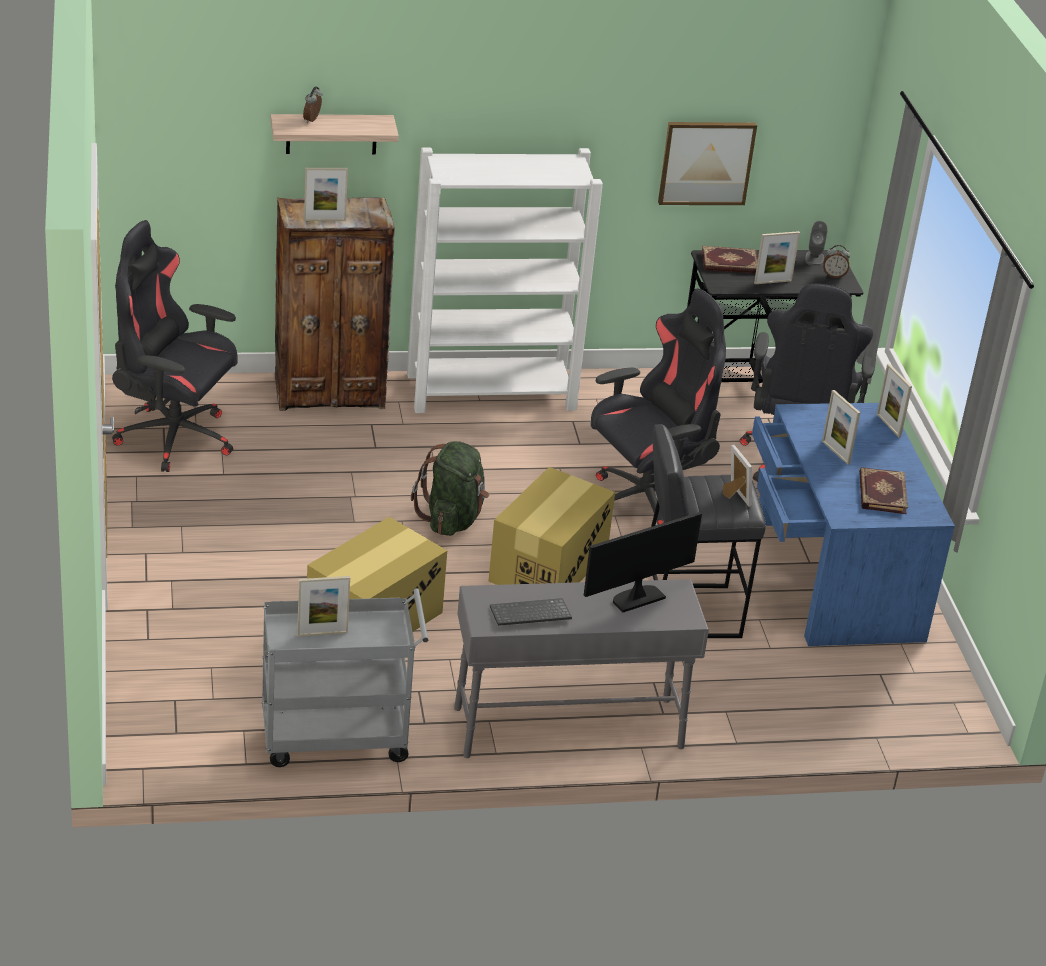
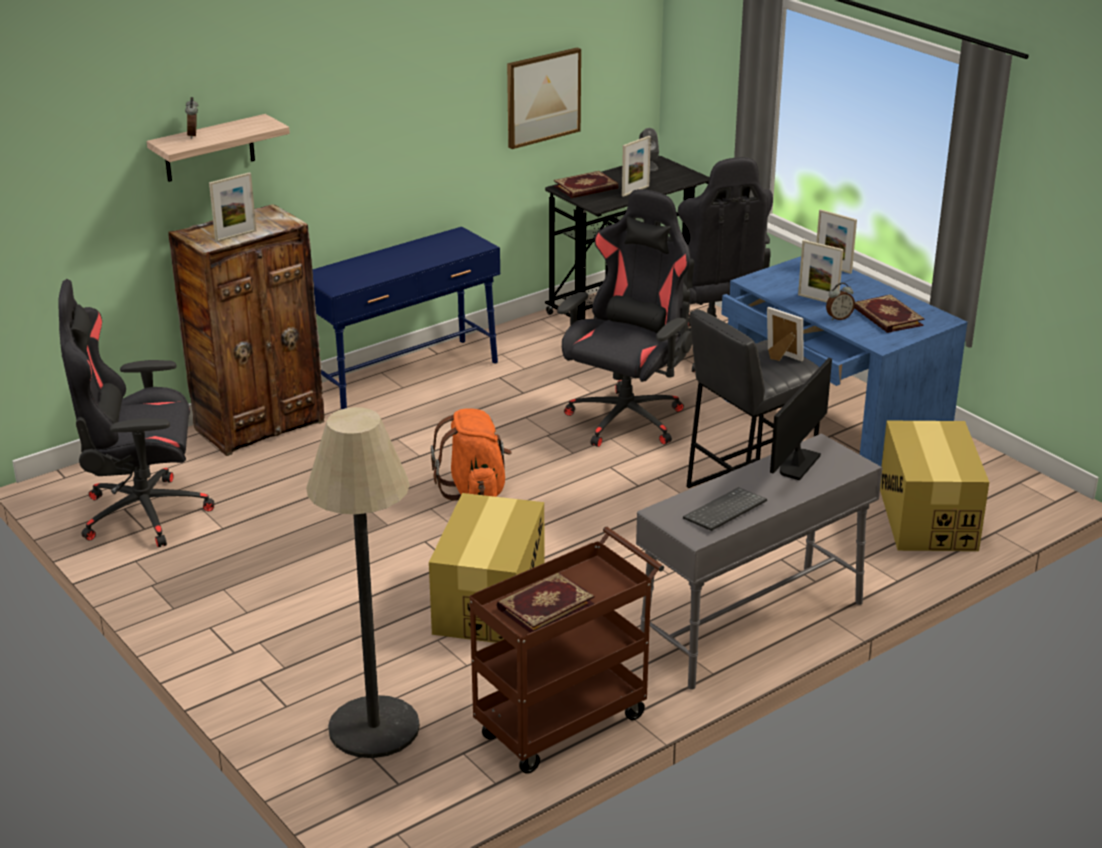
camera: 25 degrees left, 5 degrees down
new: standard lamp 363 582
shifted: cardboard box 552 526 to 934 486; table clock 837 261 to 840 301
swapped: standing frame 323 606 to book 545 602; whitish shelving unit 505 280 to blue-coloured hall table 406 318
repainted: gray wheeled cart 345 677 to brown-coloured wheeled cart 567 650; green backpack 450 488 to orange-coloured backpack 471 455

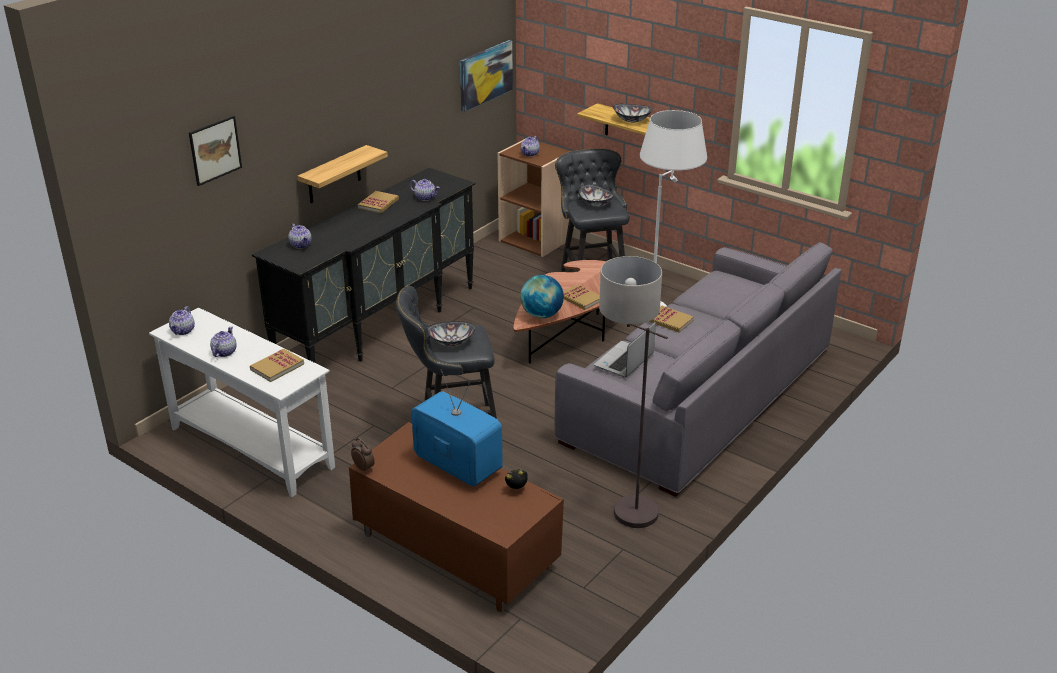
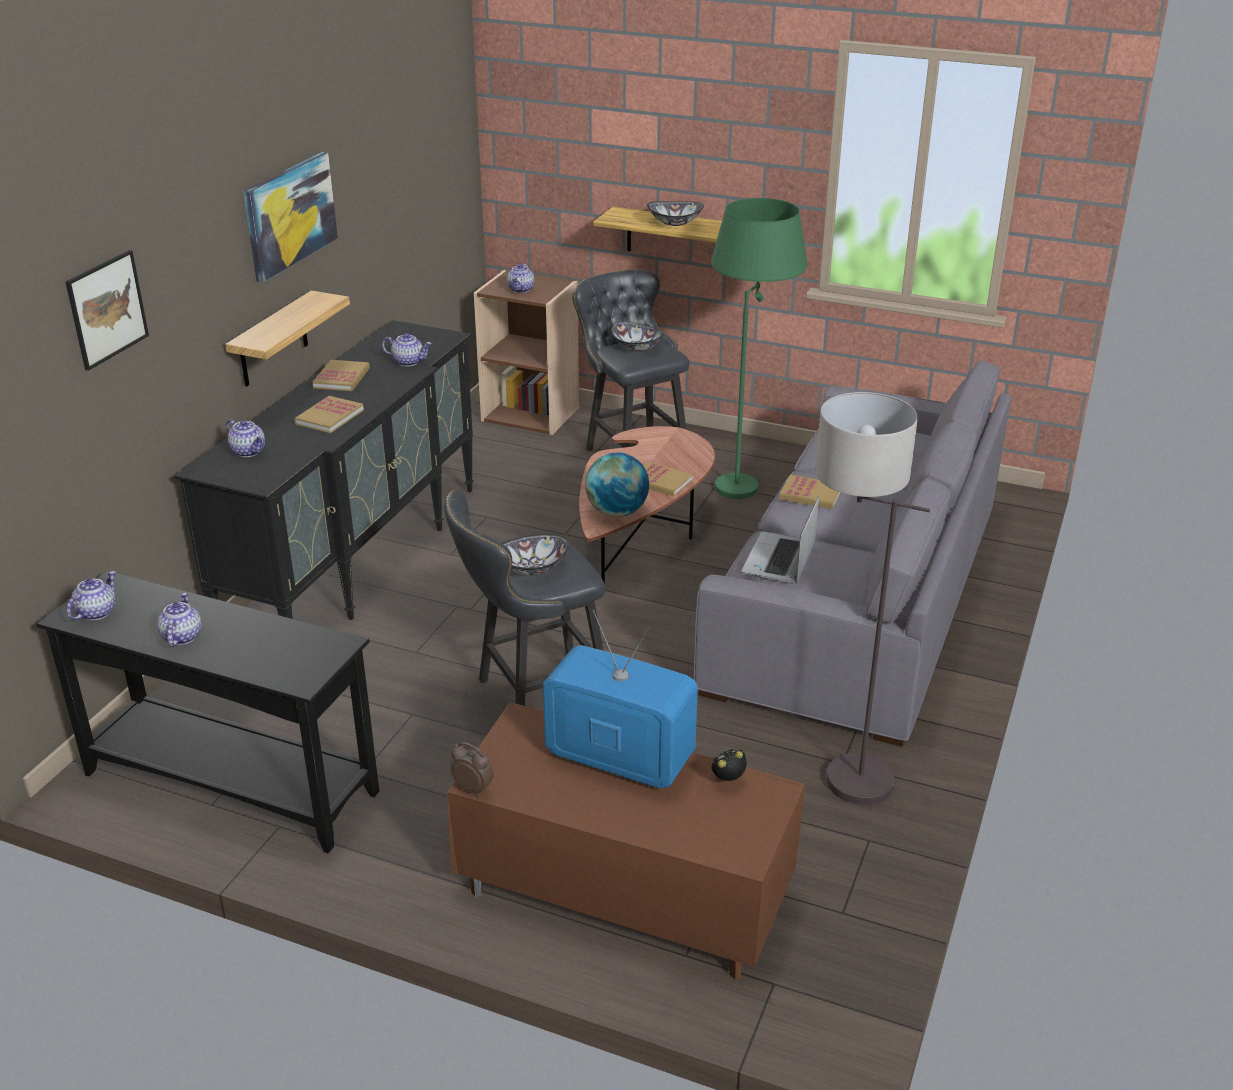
camera: 15 degrees left, 0 degrees up
shifted: book 277 365 to 329 414; wall picture 486 76 to 290 217
repainted: whitish hall table 242 402 to black-coloured hall table 208 712; whitish standard lamp 673 208 to green standard lamp 759 348
rotated: teapot 182 320 = 91 595 150 degrees counterclockwise

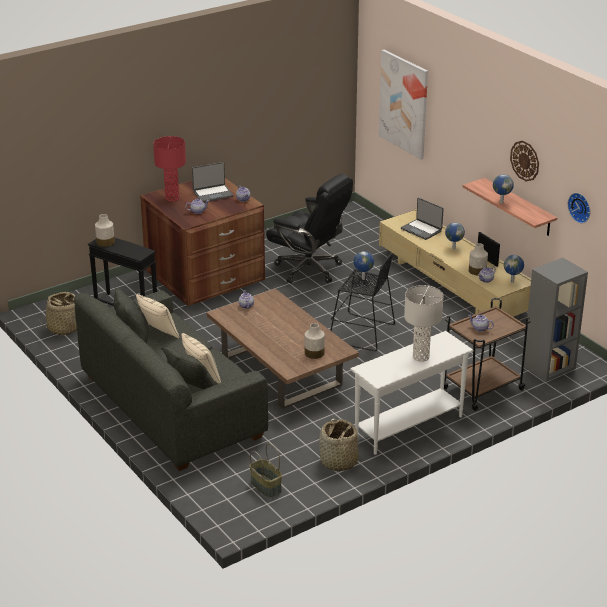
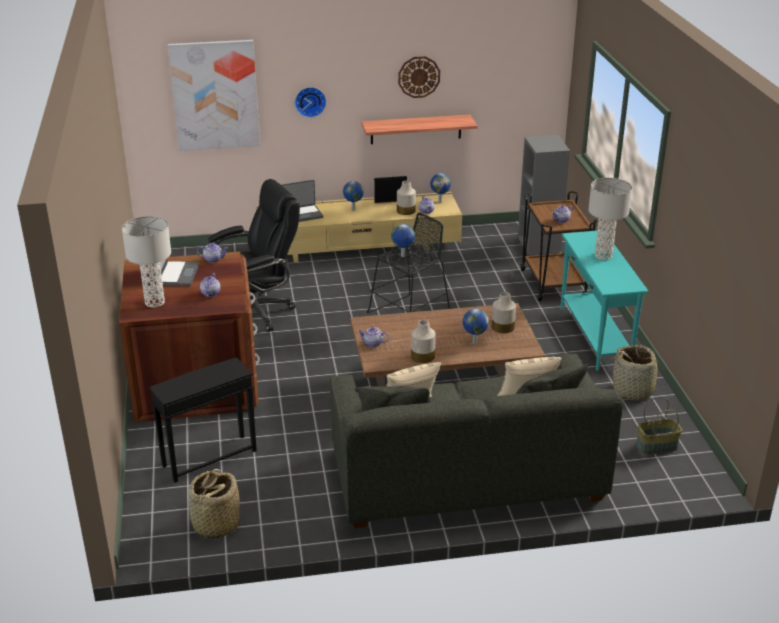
camera: 65 degrees left, 0 degrees up
shifted: beige-coloured decorative vase 105 230 to 423 341; world globe 503 188 to 476 326; hanging clock 578 208 to 310 102
repainted: red-coloured lamp for a table 169 168 to whitish lamp for a table 146 261; whitish hall table 412 393 to blue-green hall table 605 300

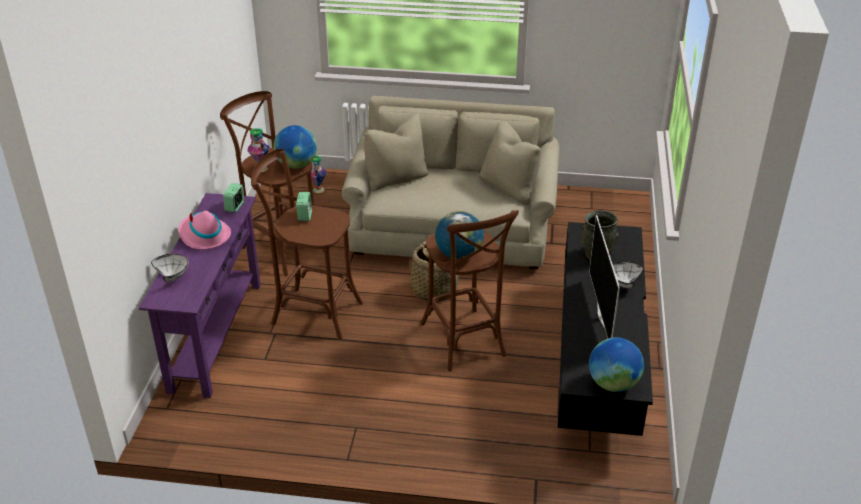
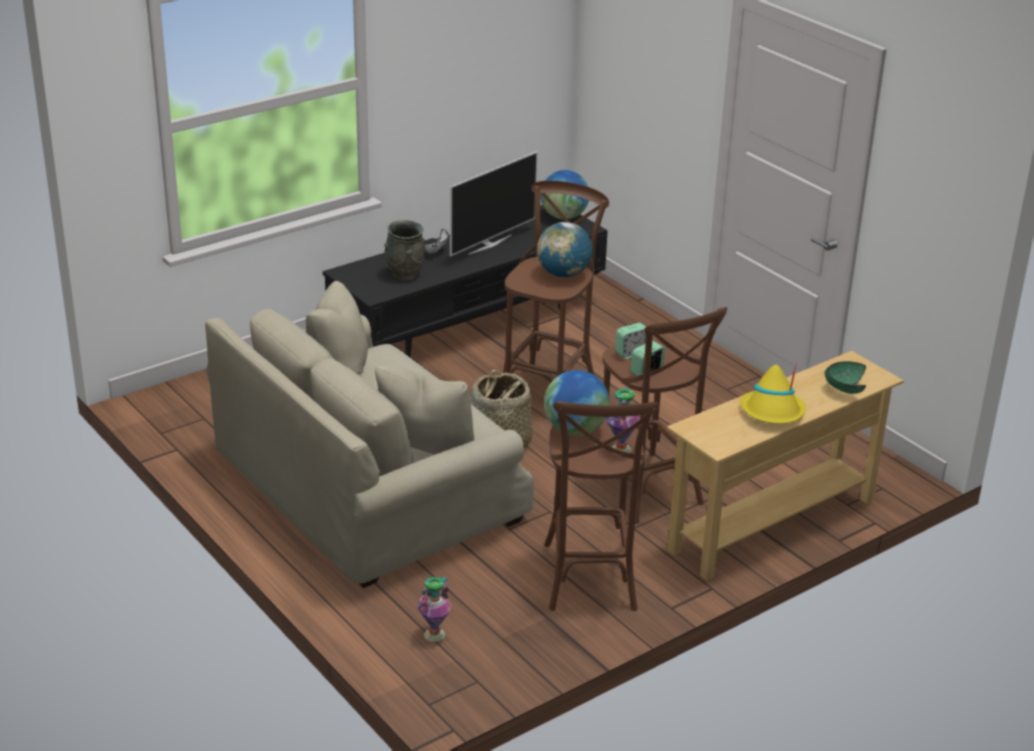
camera: 135 degrees left, 5 degrees down
shifted: table clock 233 198 to 630 341
repainted: purple-coloured hall table 200 295 to beige-coloured hall table 785 466; whitish deep dish 170 268 to green deep dish 845 377; pinkish clothing hat 204 230 to yellow clothing hat 773 393

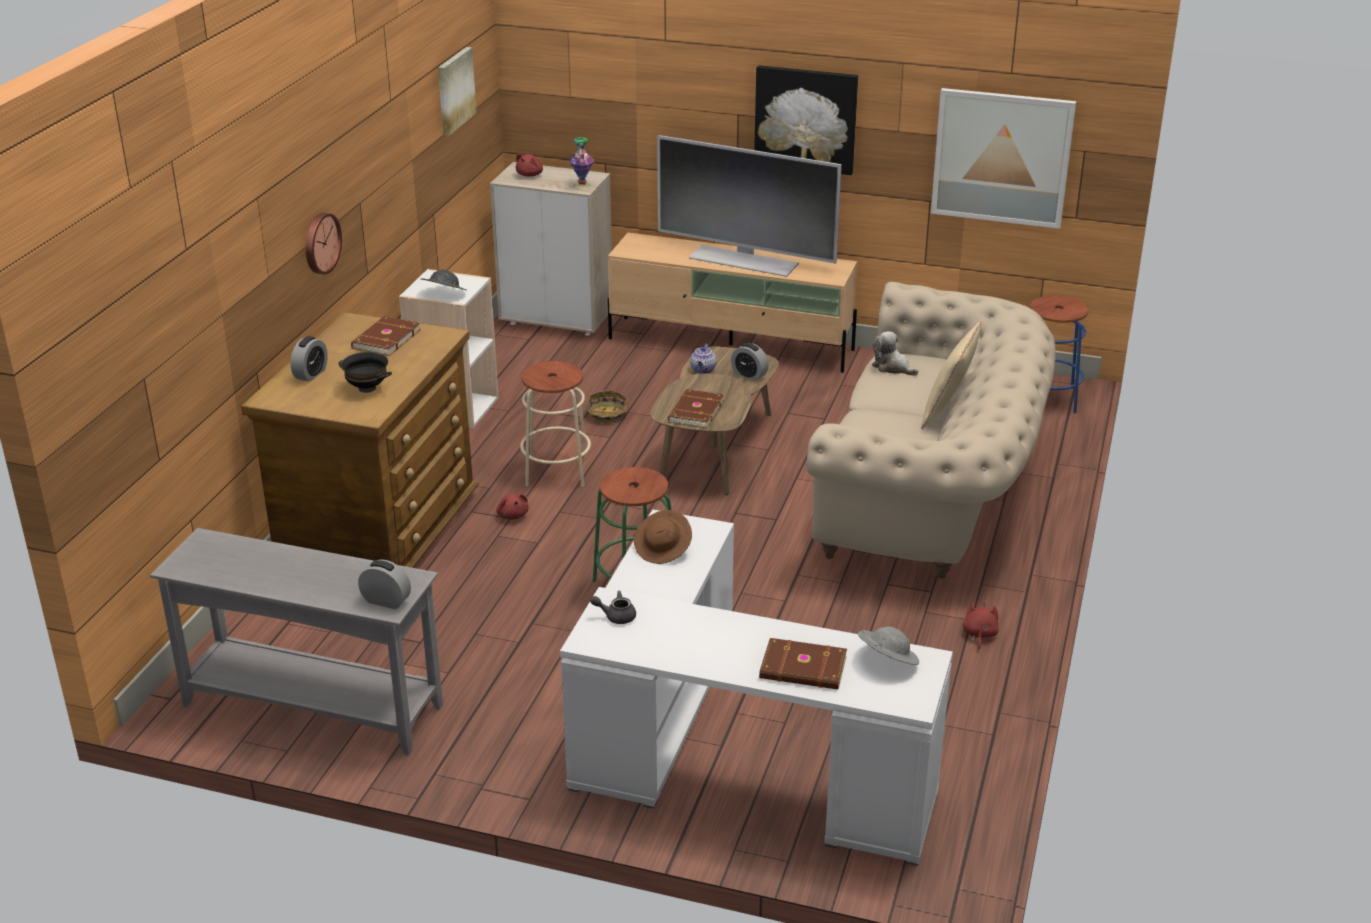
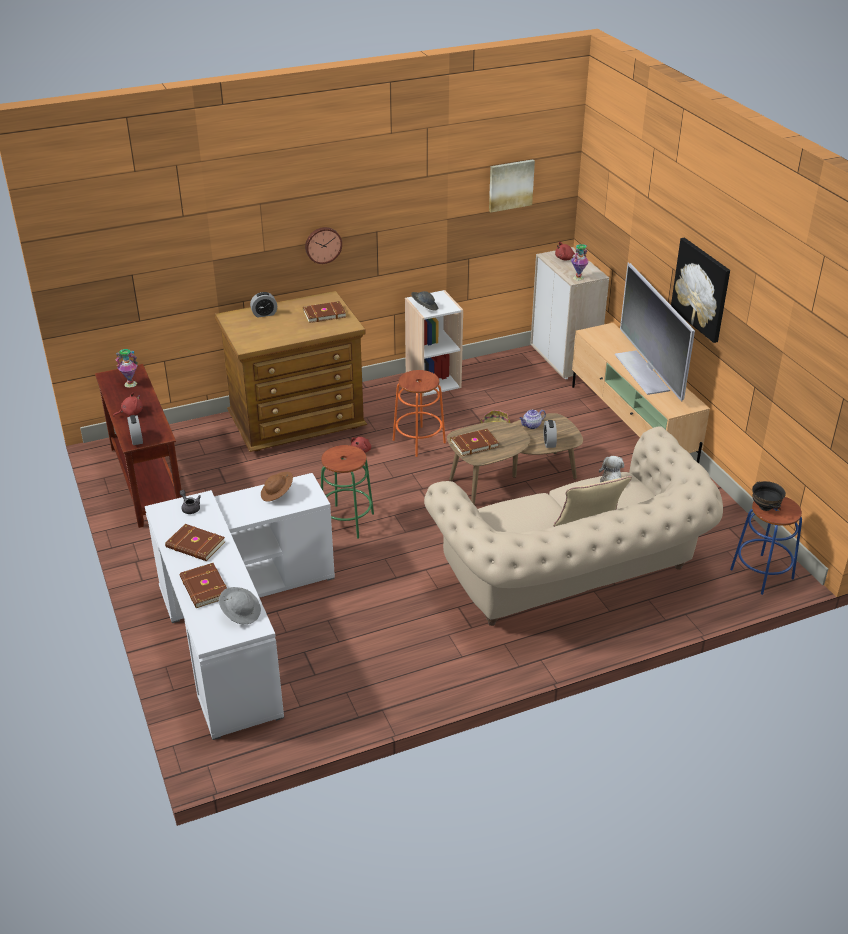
camera: 50 degrees right, 5 degrees up
gone: wall picture 1003 158
new: decorative vase 127 368; brown-coloured book 195 542
shifted: black-coloured deep dish 365 372 to 769 496; red-coloured soft toy 980 625 to 128 404
repainted: gray hall table 296 642 to brown-coloured hall table 138 446; beige-coloured sitting stool 555 423 to orange-coloured sitting stool 419 413

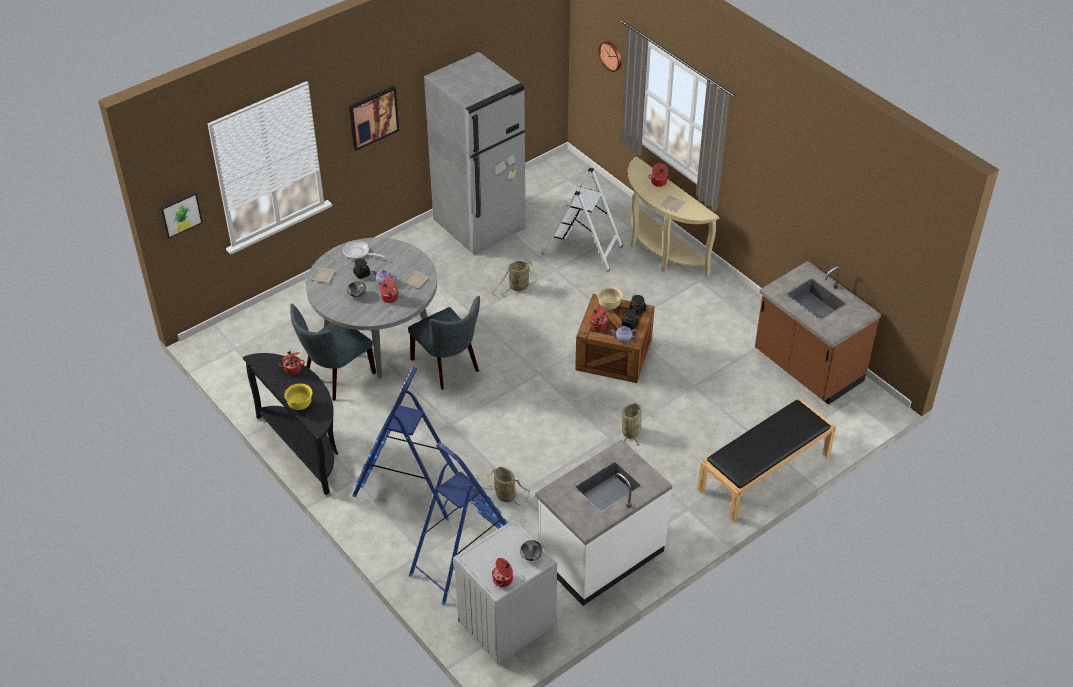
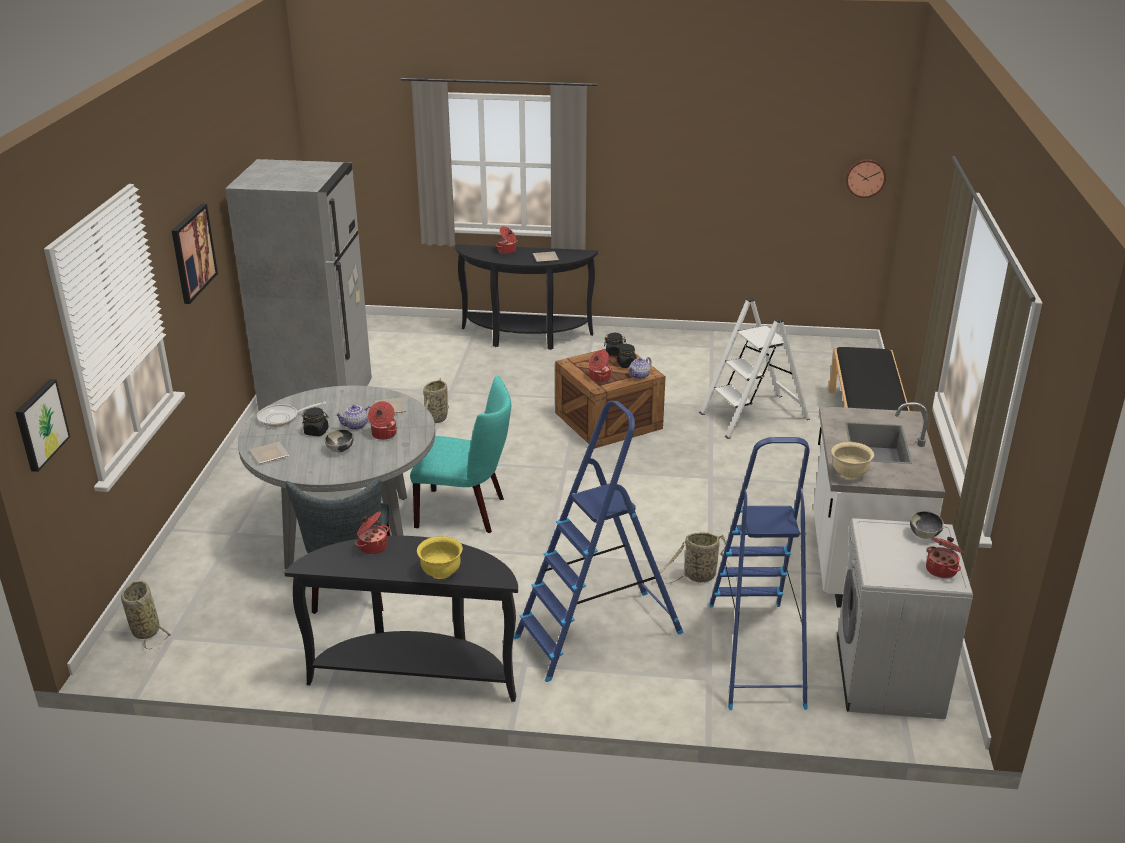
camera: 45 degrees left, 15 degrees down
gone: brown-coloured kitchen counter 818 333
shifted: whitish step stool 582 220 to 754 368; beige-coloured deep dish 609 298 to 852 460; hanging clock 610 56 to 866 178; household basket 632 425 to 146 615
repainted: gray plain chair 444 342 to blue-green plain chair 460 454; beige-coloured hall table 673 216 to black-coloured hall table 526 297

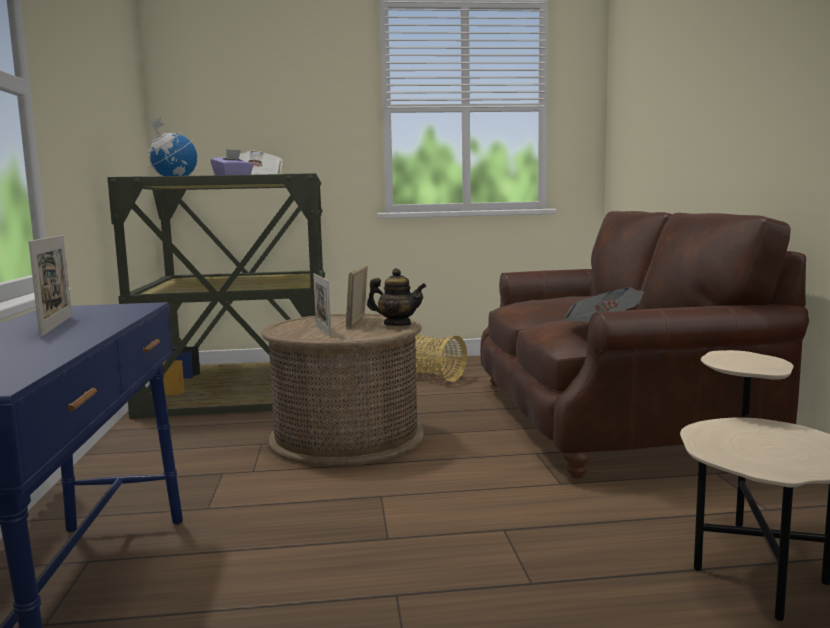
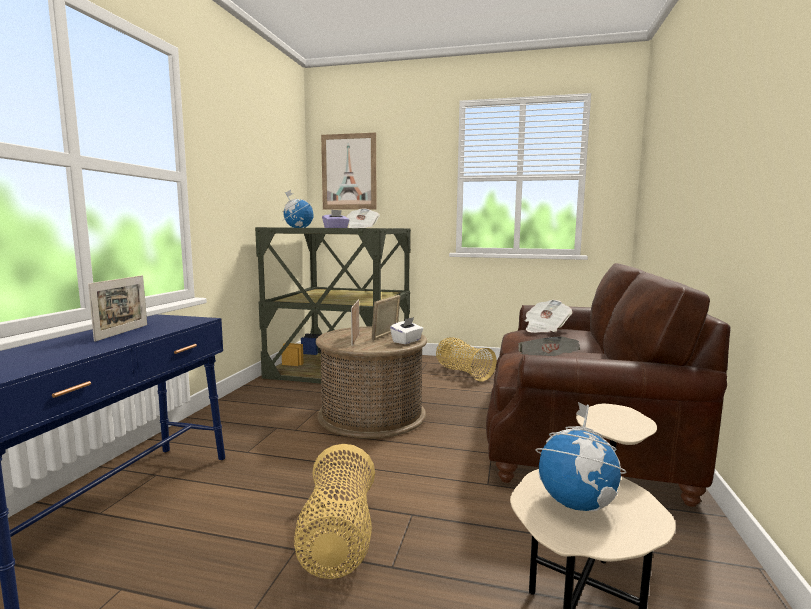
camera: 20 degrees right, 0 degrees up
new: household basket 334 511; wall picture 348 171; daily paper 548 316; world globe 581 456
swapped: teapot 397 297 to whitish tissue holder 406 330

